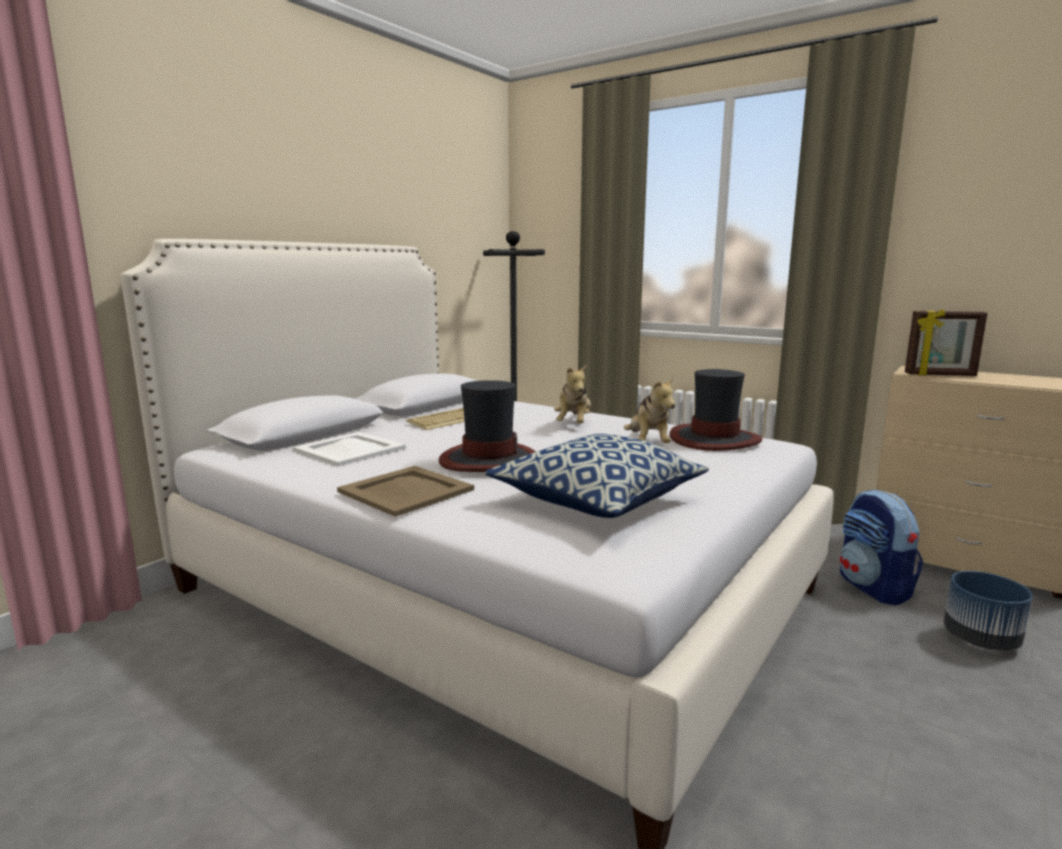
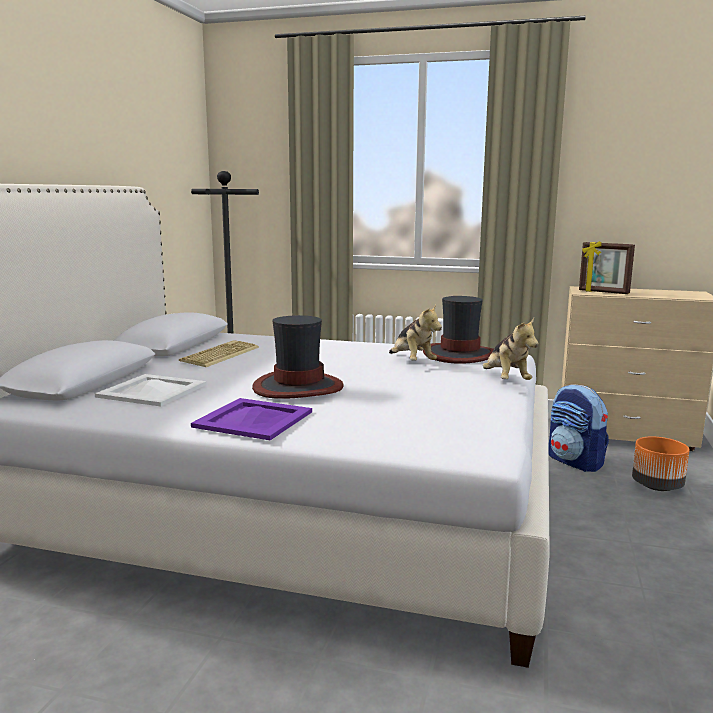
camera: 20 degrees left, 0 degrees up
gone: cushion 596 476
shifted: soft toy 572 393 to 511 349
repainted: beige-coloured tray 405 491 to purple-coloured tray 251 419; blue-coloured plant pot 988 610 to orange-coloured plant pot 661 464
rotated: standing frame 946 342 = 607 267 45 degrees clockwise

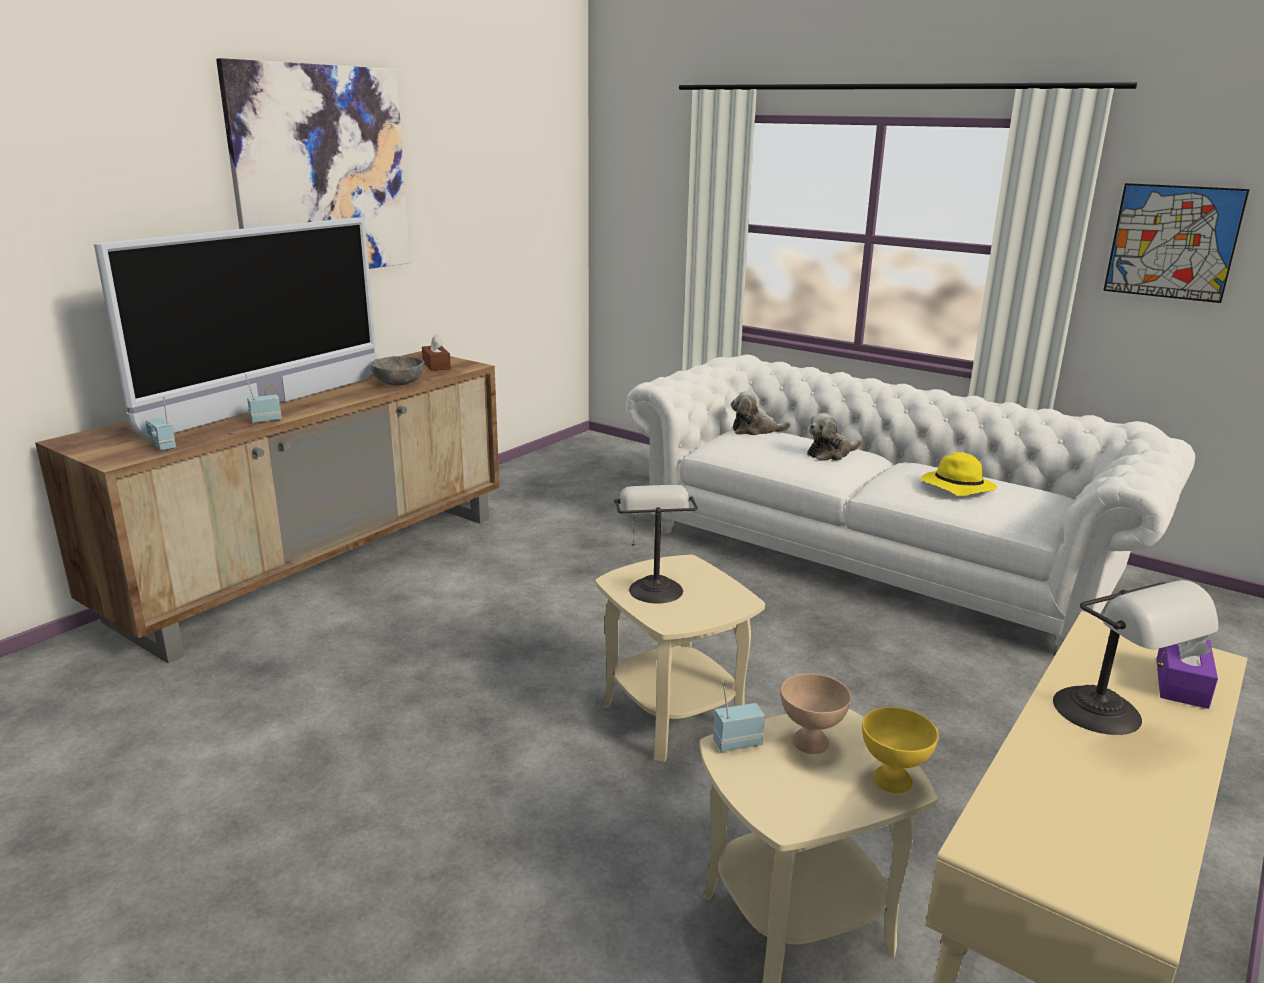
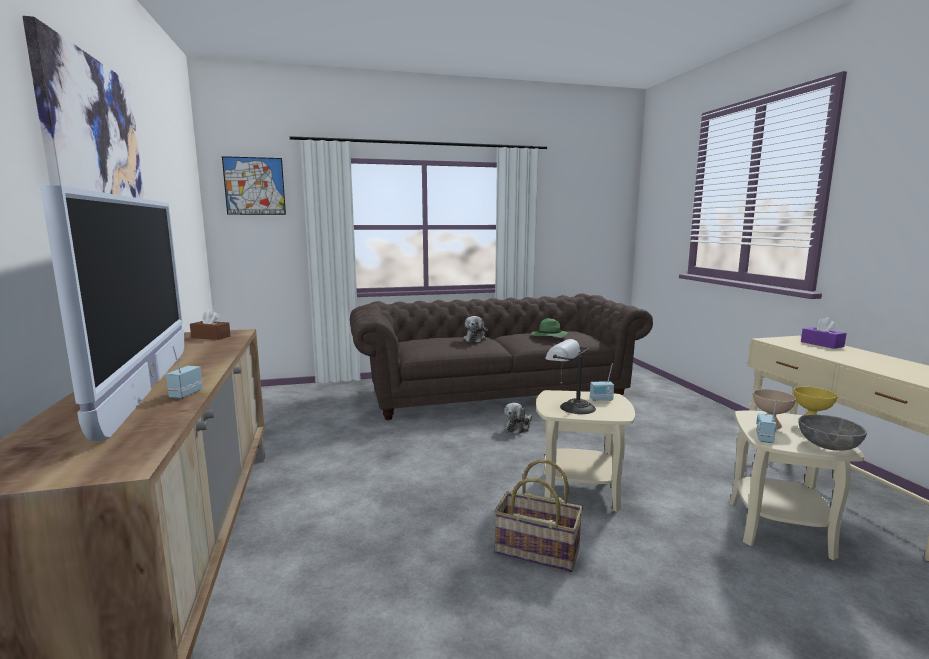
camera: 50 degrees left, 10 degrees down
gone: lamp for a table 1135 657
new: household basket 538 516
shifted: radio set 161 423 to 602 382; gray deep dish 397 371 to 833 432; soft toy 761 413 to 518 418; wall picture 1176 243 to 254 185
repainted: whitish couch 910 503 to brown-coloured couch 501 357; yellow clothing hat 959 474 to green clothing hat 549 328

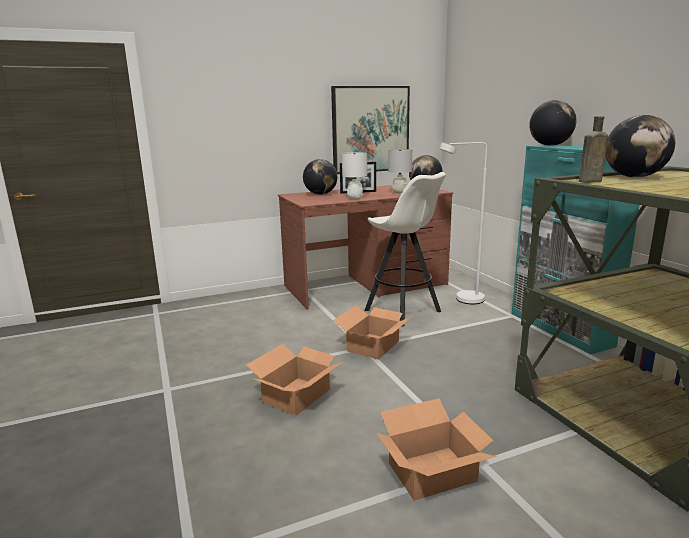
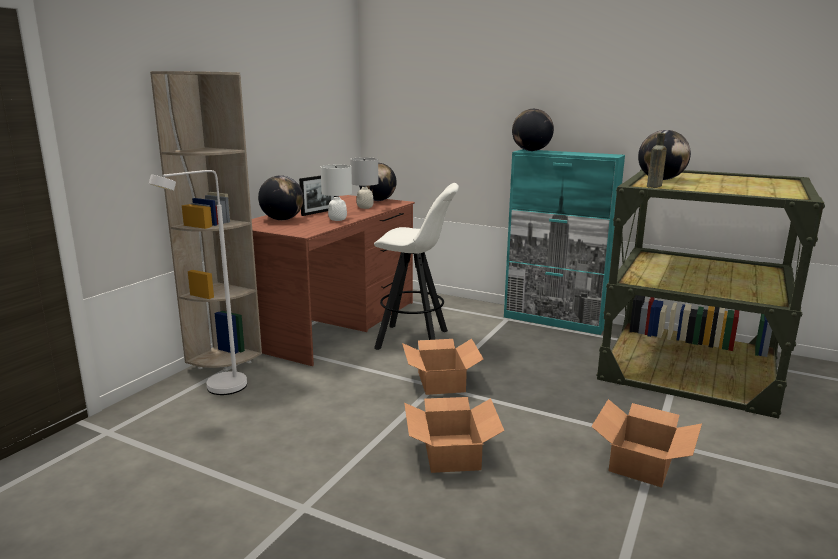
camera: 40 degrees left, 0 degrees up
gone: wall picture 370 130
new: beige-coloured shelving unit 206 221
shifted: whitish standard lamp 463 223 to 198 282

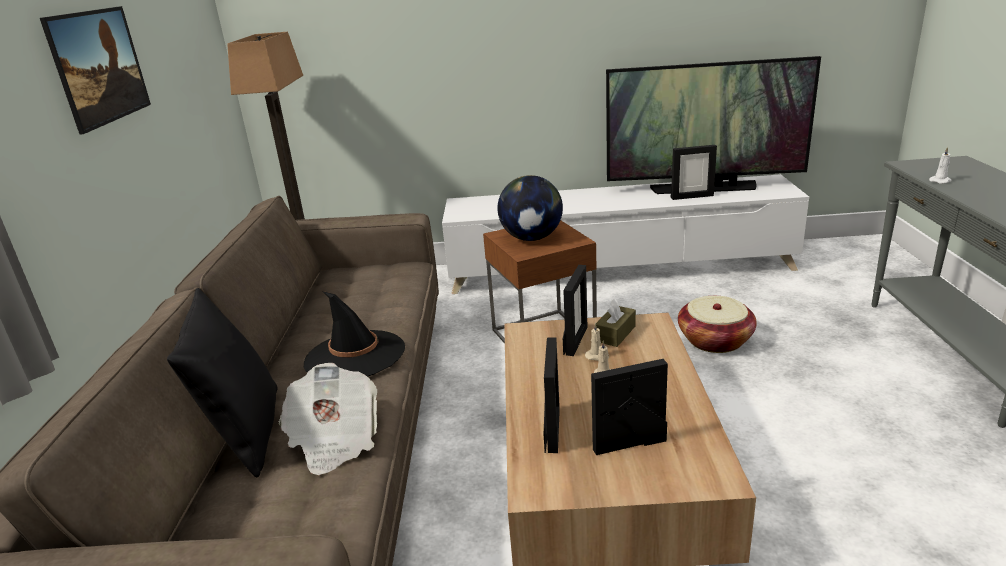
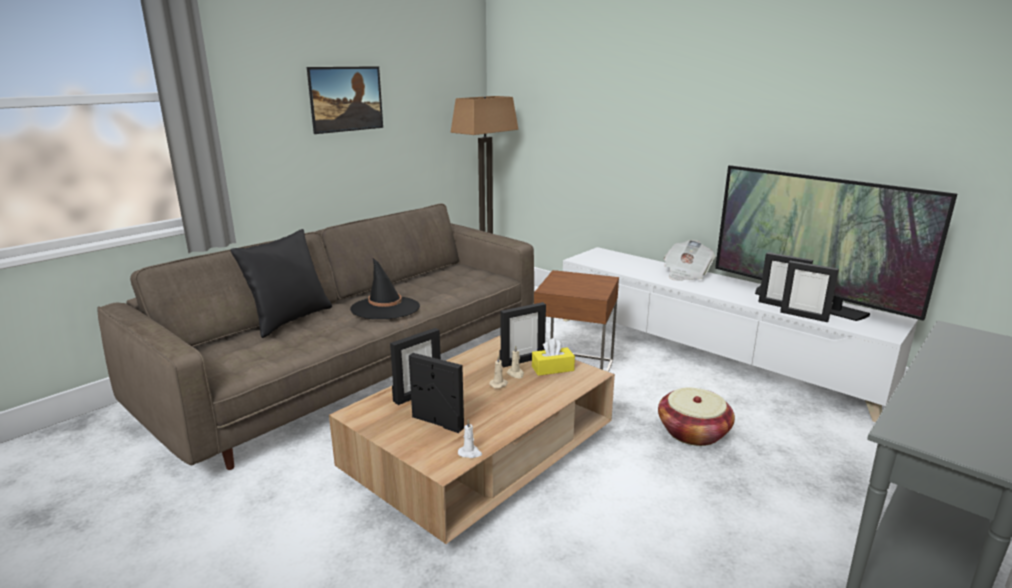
camera: 40 degrees right, 5 degrees down
gone: world globe 530 208
new: standing frame 809 291
shifted: daily paper 328 419 to 689 260; whitish candle 940 165 to 470 438
repainted: brown-coloured tissue holder 616 323 to yellow tissue holder 553 357

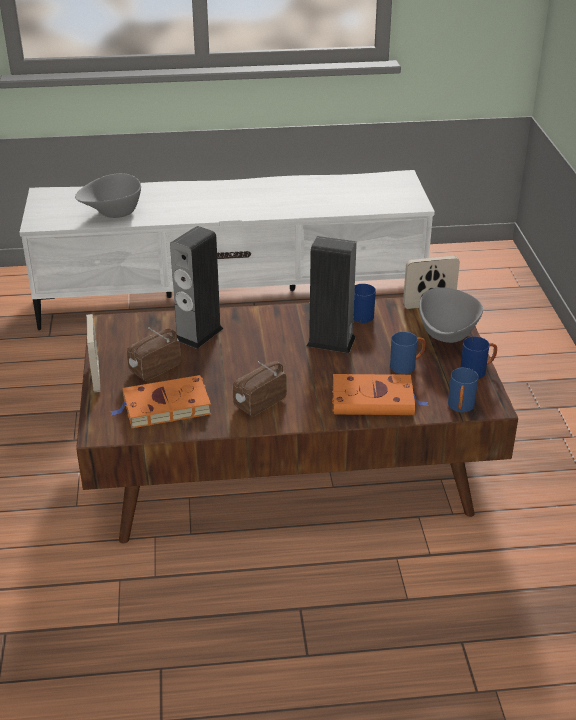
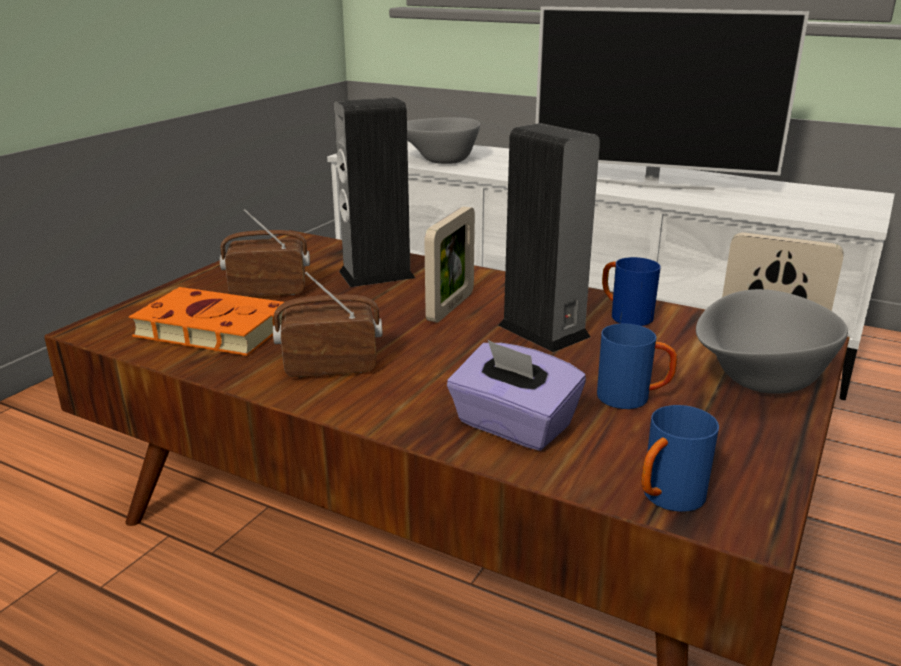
camera: 35 degrees right, 10 degrees down
gone: blue-coloured coffee mug 478 357
new: television 672 98
shifted: standing frame 93 353 to 449 264
swapped: orange-coloured book 380 394 to purple-coloured tissue holder 516 395

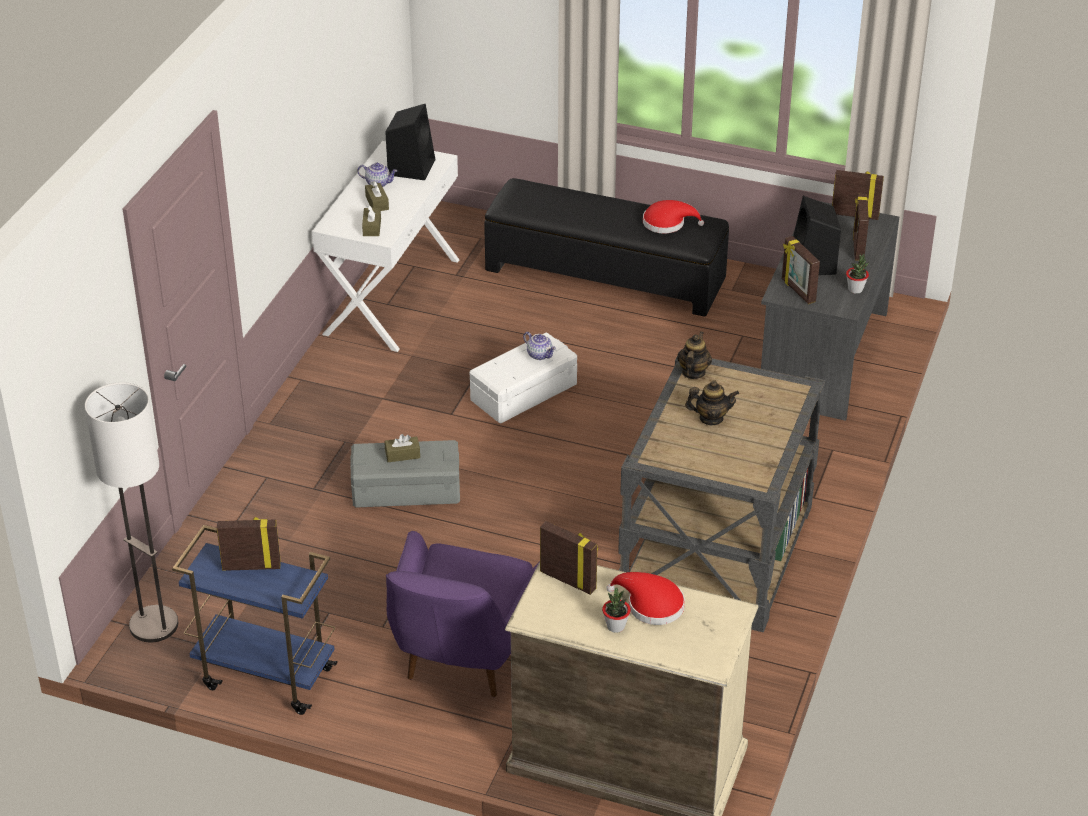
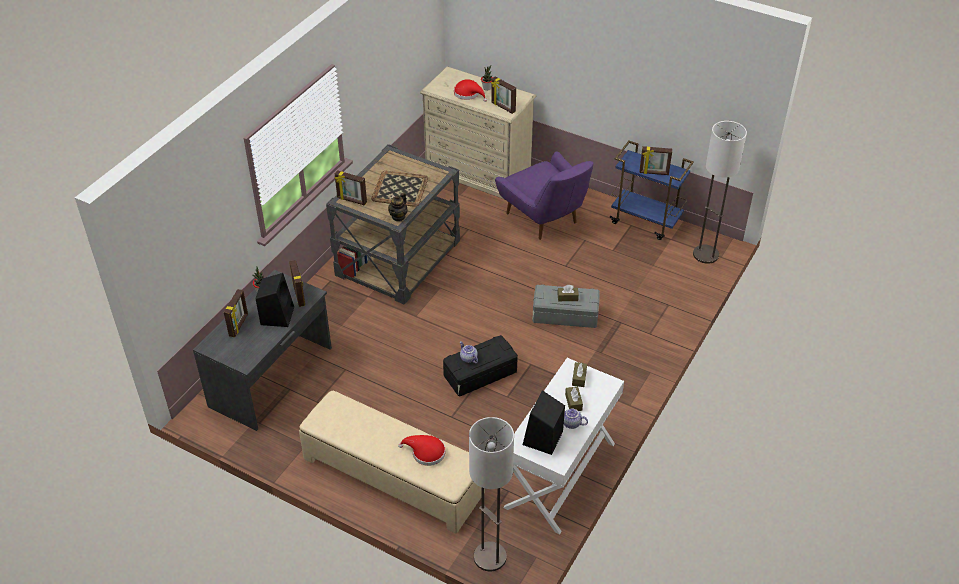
camera: 170 degrees left, 5 degrees up
new: standard lamp 491 494
shifted: red-coloured clothing hat 673 216 to 421 450; standing frame 858 195 to 350 187
swapped: teapot 712 402 to tray 399 189
repainted: whitish storage box 523 377 to black-coloured storage box 480 365; black-coloured long seat 606 247 to beige-coloured long seat 392 462
rotated: purple-coloured easy chair 463 614 = 544 195 120 degrees clockwise

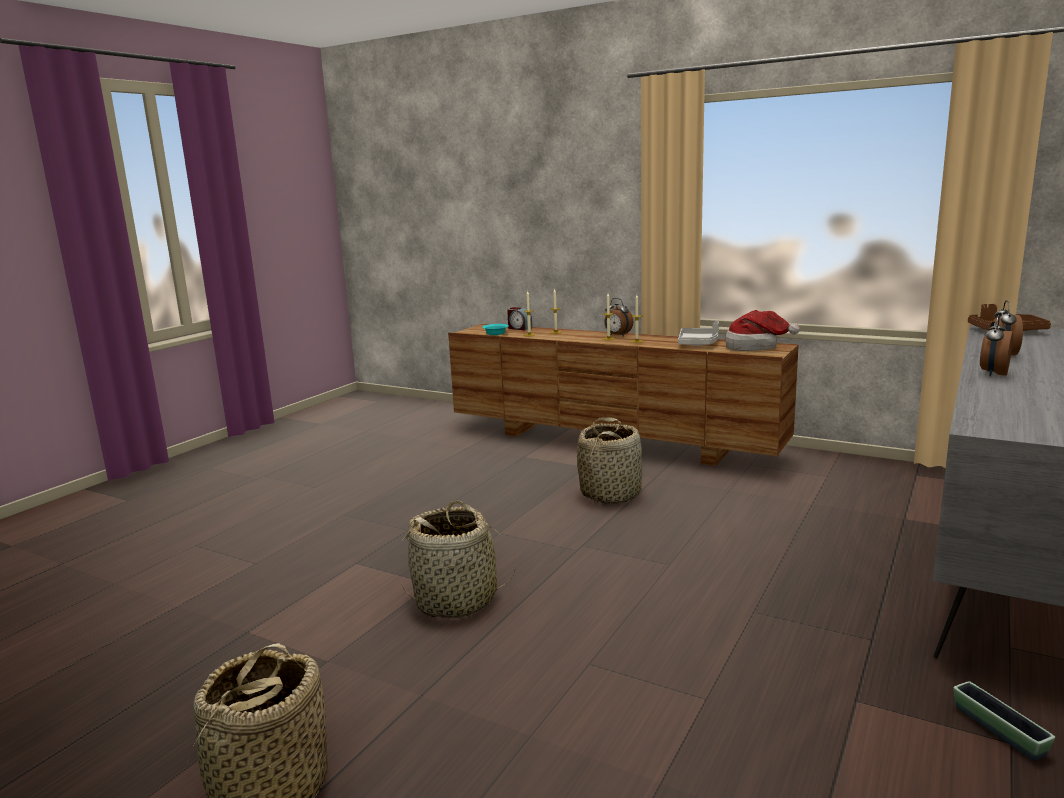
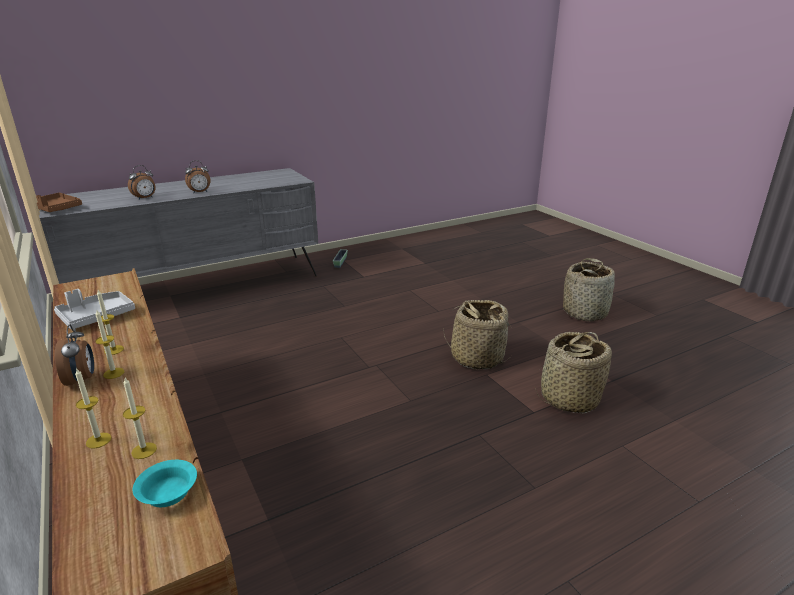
camera: 150 degrees left, 10 degrees up
gone: table clock 519 319; clothing hat 763 330
shifted: household basket 609 460 to 573 372

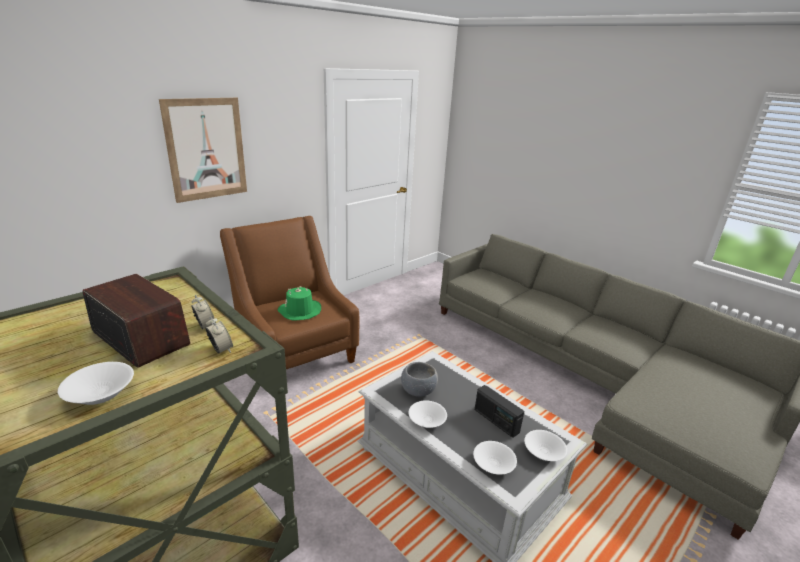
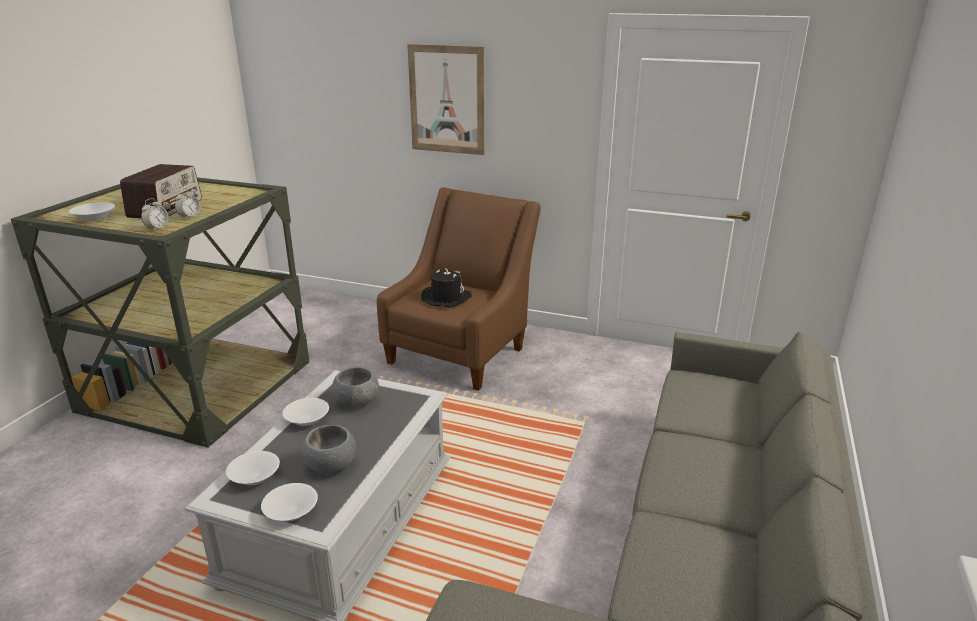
camera: 65 degrees right, 0 degrees up
swapped: radio set 499 411 to gray deep dish 329 449
repainted: green clothing hat 299 303 to black-coloured clothing hat 446 287

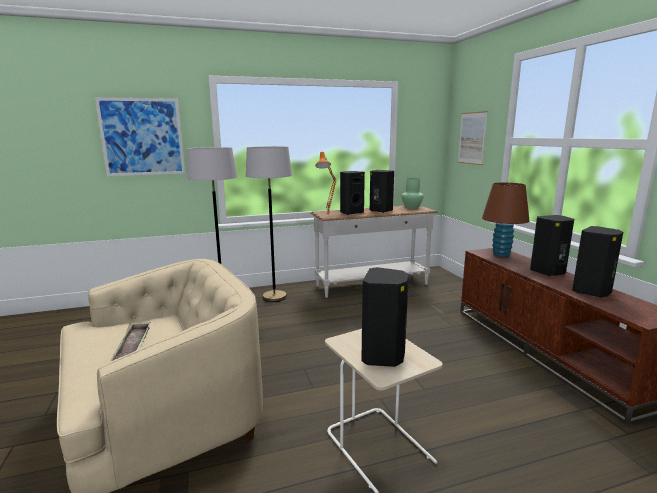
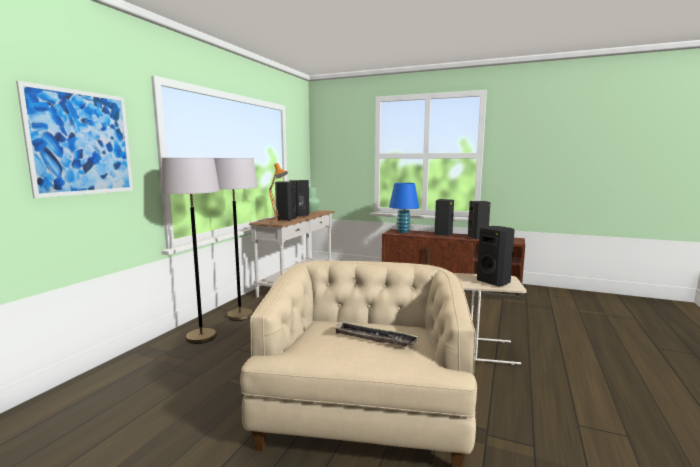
camera: 50 degrees left, 5 degrees down
gone: wall picture 473 138
repainted: brown-coloured lamp for a table 505 219 to blue-coloured lamp for a table 404 208

